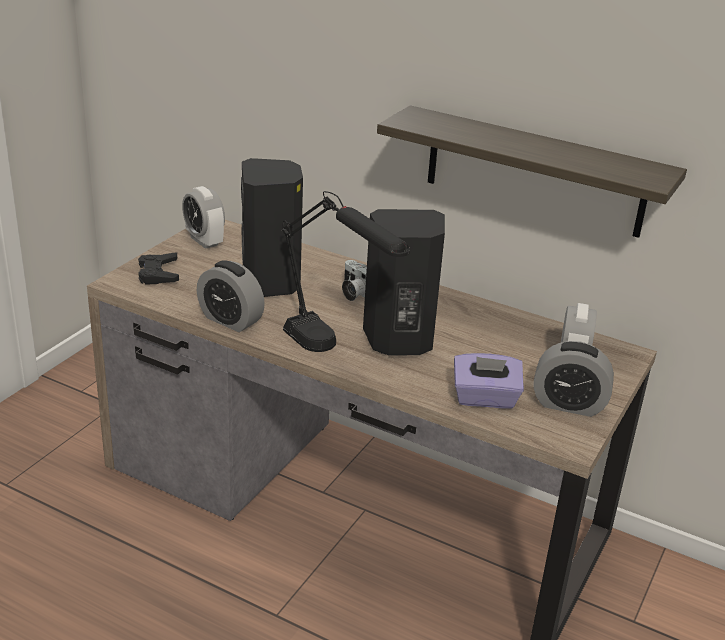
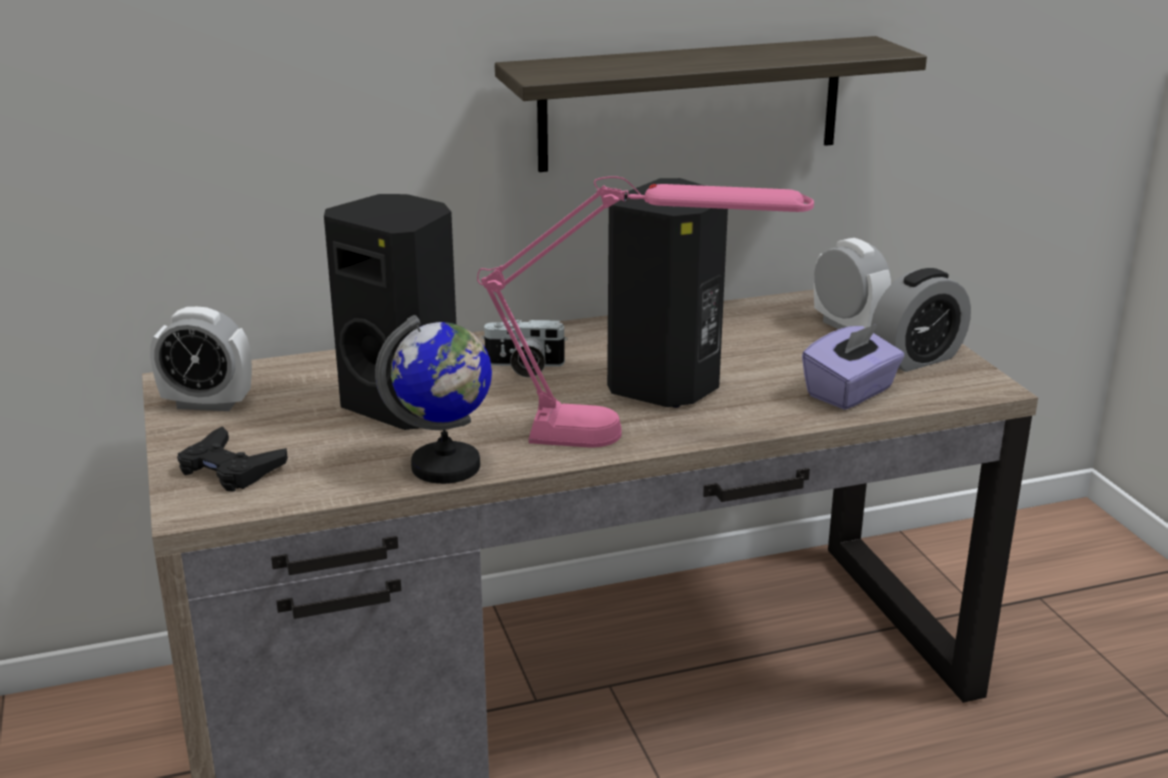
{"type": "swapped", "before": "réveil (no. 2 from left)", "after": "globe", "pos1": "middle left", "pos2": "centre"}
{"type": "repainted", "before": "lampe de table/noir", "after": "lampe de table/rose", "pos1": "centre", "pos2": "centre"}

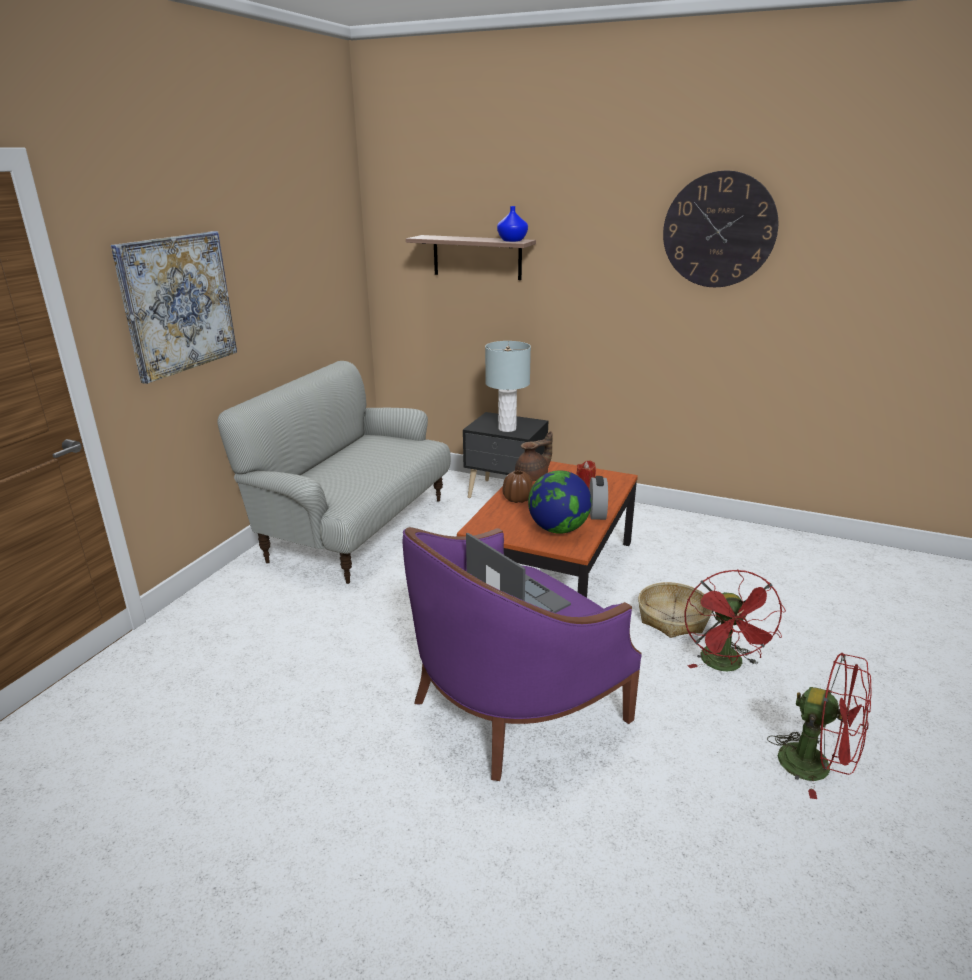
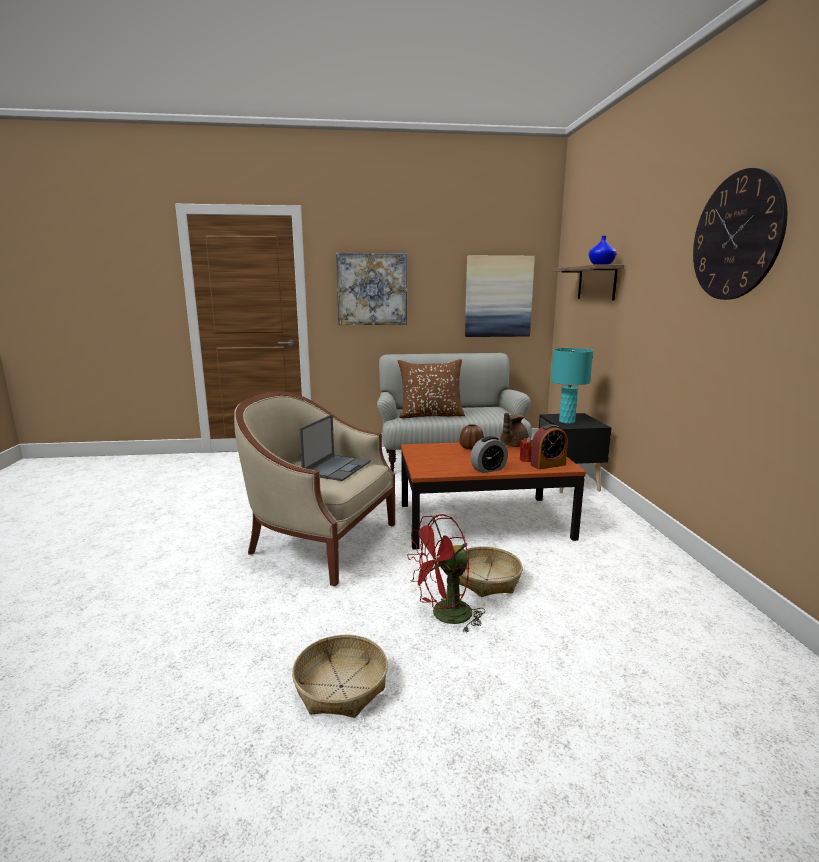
{"type": "repainted", "before": "fauteuil/violet", "after": "fauteuil/beige", "pos1": "bottom centre", "pos2": "centre"}
{"type": "swapped", "before": "ventilateur/rouge (no. 2 from left)", "after": "panier (no. 1 from left)", "pos1": "bottom right", "pos2": "bottom centre"}
{"type": "new", "after": "coussin/marron", "pos2": "centre"}
{"type": "new", "after": "tableau (no. 2 from left)", "pos2": "centre"}
{"type": "rotated", "before": "théière/marron", "pos1": "centre", "pos2": "centre", "turn": 105}
{"type": "new", "after": "réveil (no. 2 from left)", "pos2": "middle right"}
{"type": "repainted", "before": "lampe de table/gris", "after": "lampe de table/turquoise", "pos1": "centre", "pos2": "middle right"}
{"type": "gone", "before": "globe", "pos1": "centre"}

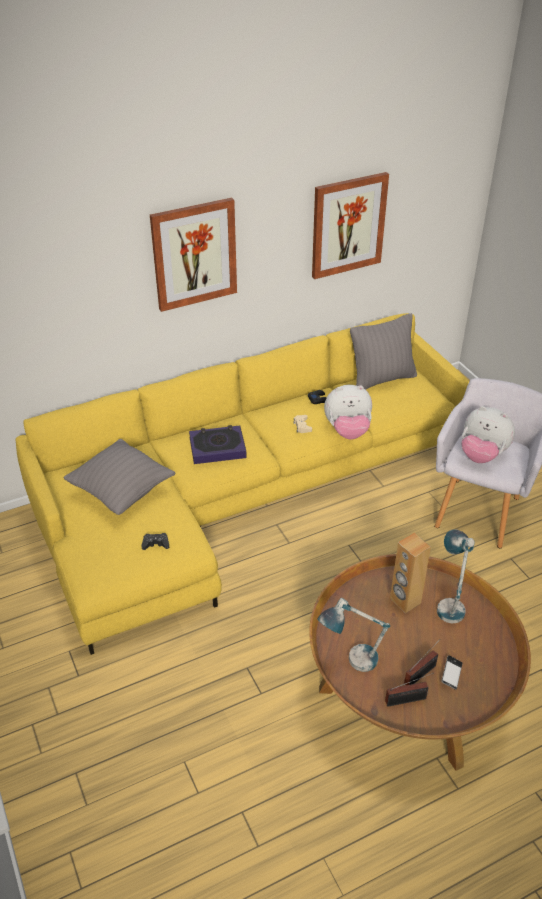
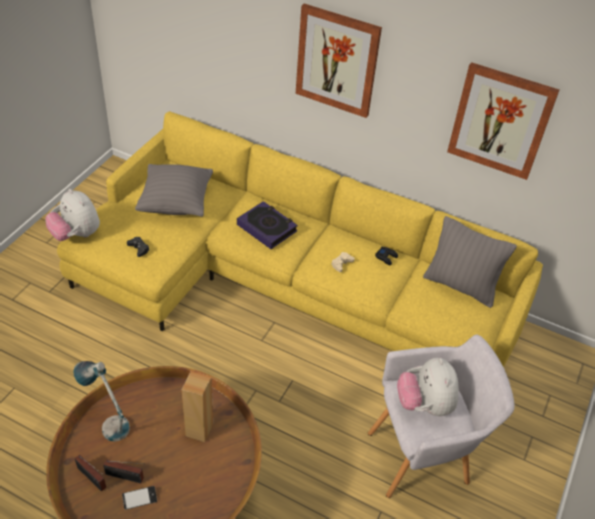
{"type": "shifted", "before": "peluche (no. 1 from left)", "pos1": "centre", "pos2": "middle left"}
{"type": "gone", "before": "lampe de table (no. 2 from left)", "pos1": "middle right"}

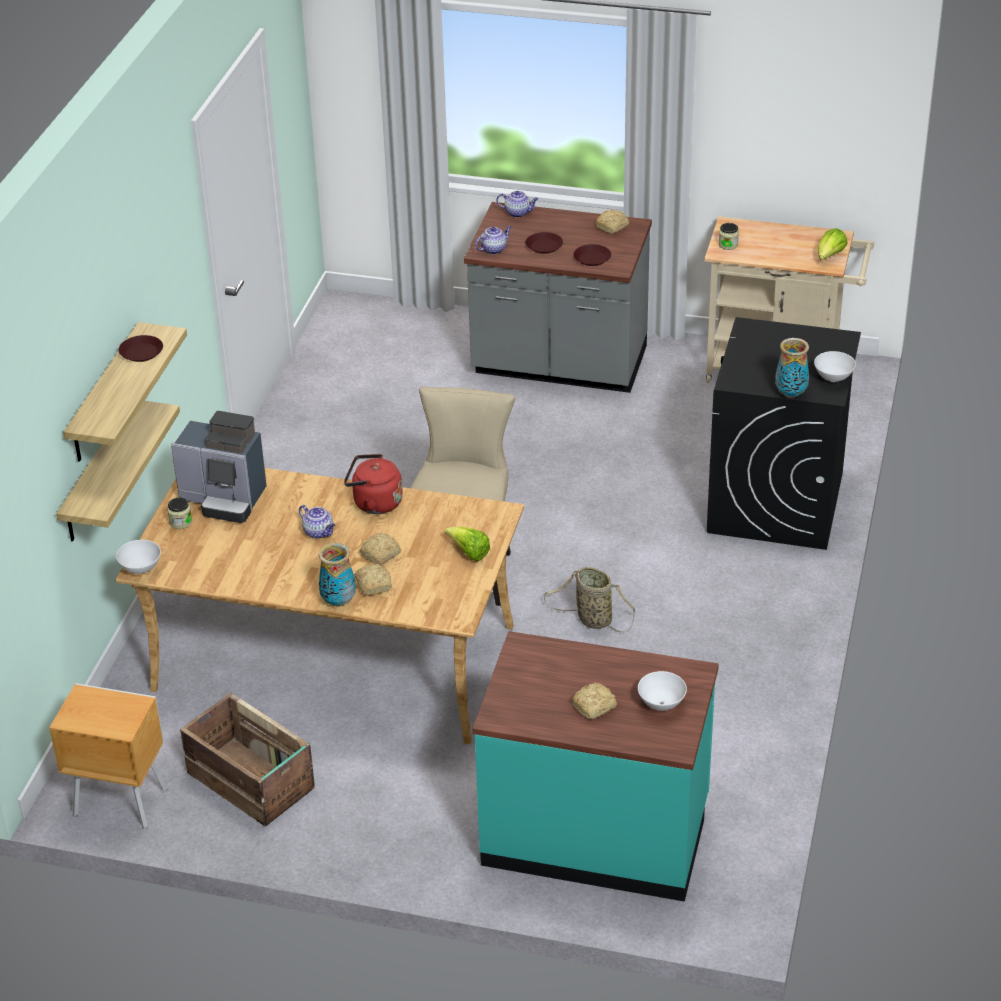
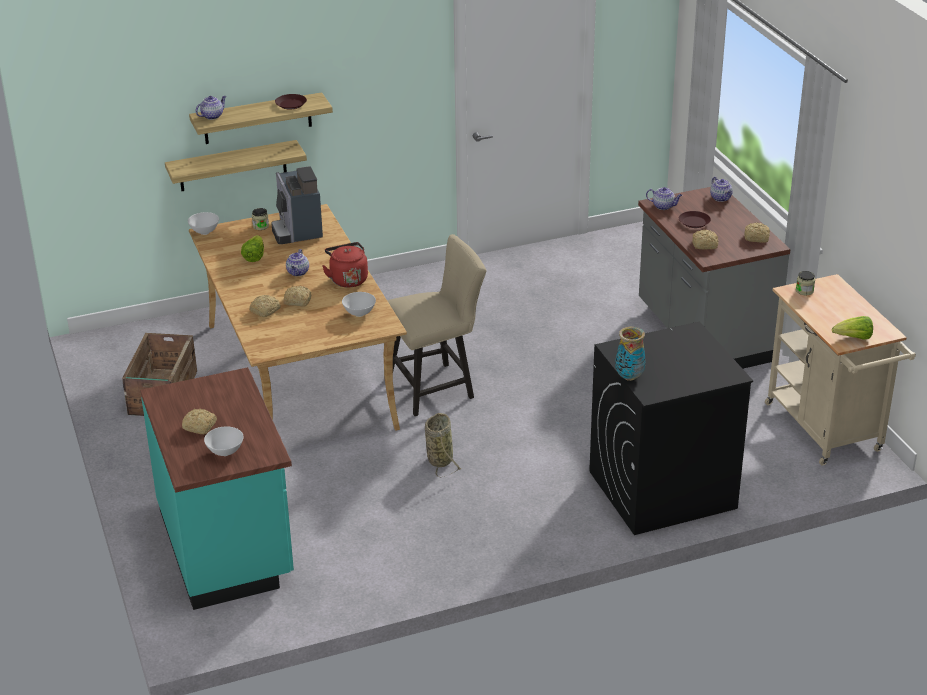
{"type": "new", "after": "théière (no. 1 from left)", "pos2": "top left"}
{"type": "shifted", "before": "laitue (no. 1 from left)", "pos1": "centre", "pos2": "middle left"}
{"type": "shifted", "before": "bol/blanc (no. 3 from left)", "pos1": "middle right", "pos2": "centre"}
{"type": "swapped", "before": "assiette/marron (no. 3 from left)", "after": "pain (no. 4 from left)", "pos1": "top centre", "pos2": "middle right"}
{"type": "gone", "before": "table de chevet/marron", "pos1": "bottom left"}
{"type": "gone", "before": "vase (no. 1 from left)", "pos1": "centre"}

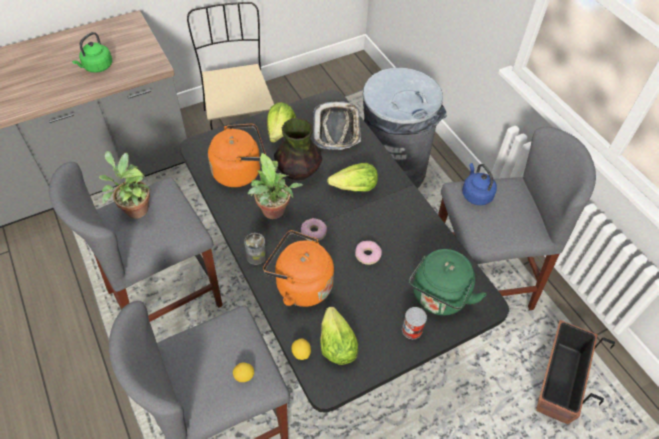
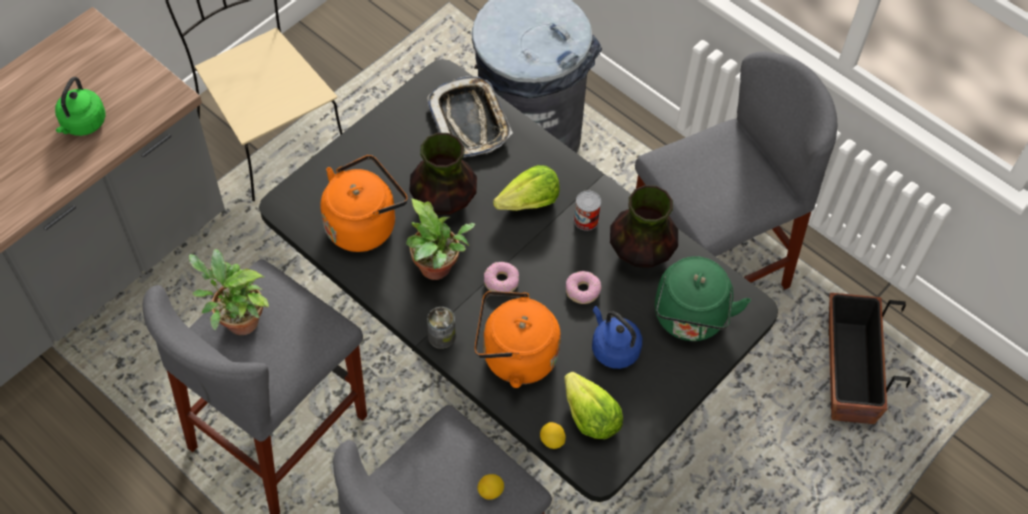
{"type": "shifted", "before": "boîte métallique (no. 2 from left)", "pos1": "bottom centre", "pos2": "centre"}
{"type": "shifted", "before": "bouilloire/bleu", "pos1": "middle right", "pos2": "centre"}
{"type": "new", "after": "vase (no. 2 from left)", "pos2": "centre"}
{"type": "gone", "before": "laitue (no. 1 from left)", "pos1": "top centre"}

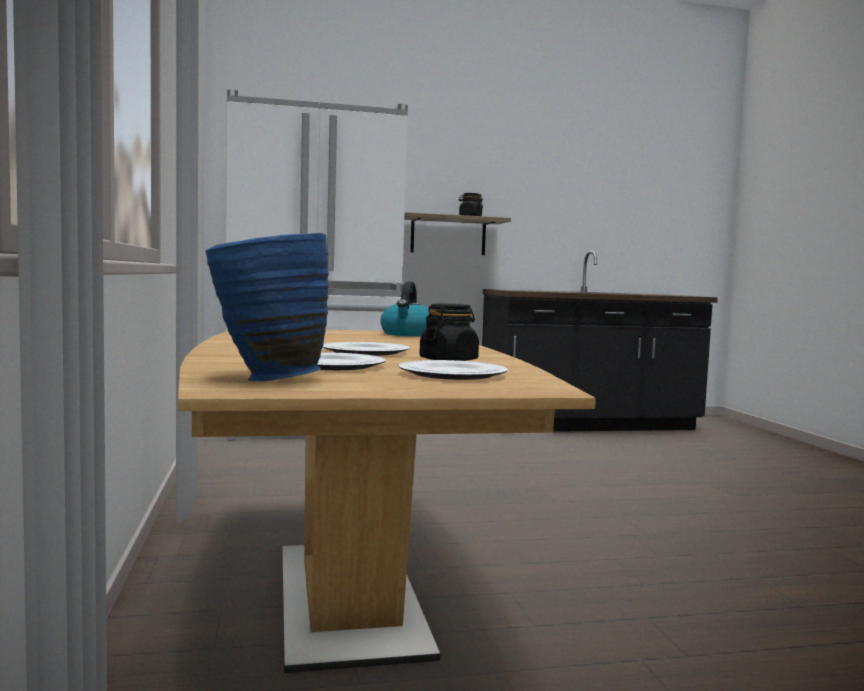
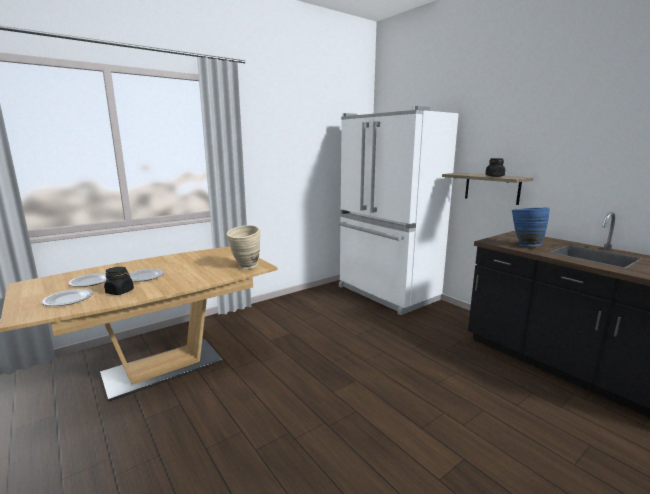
{"type": "swapped", "before": "bouilloire", "after": "vase/beige", "pos1": "centre", "pos2": "centre"}
{"type": "shifted", "before": "vase/bleu", "pos1": "middle left", "pos2": "middle right"}

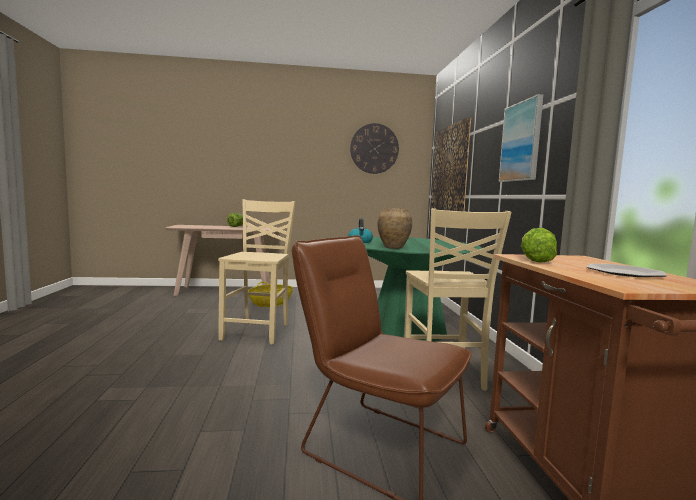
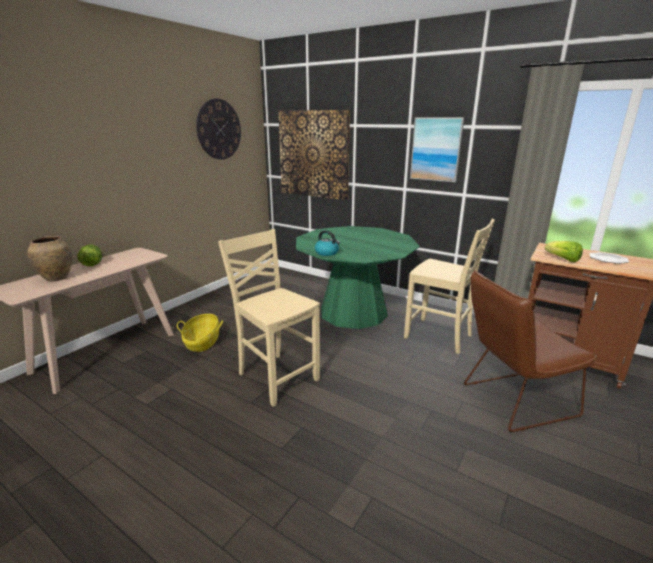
{"type": "shifted", "before": "vase/marron", "pos1": "centre", "pos2": "middle left"}

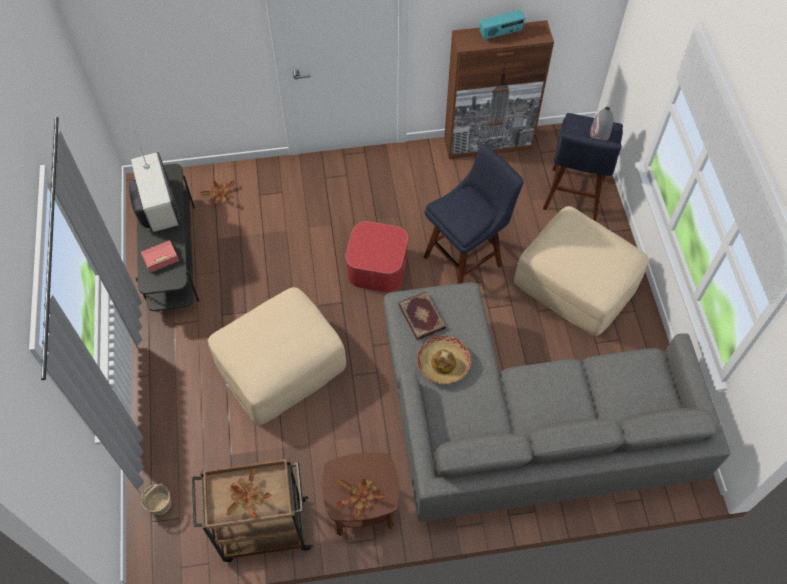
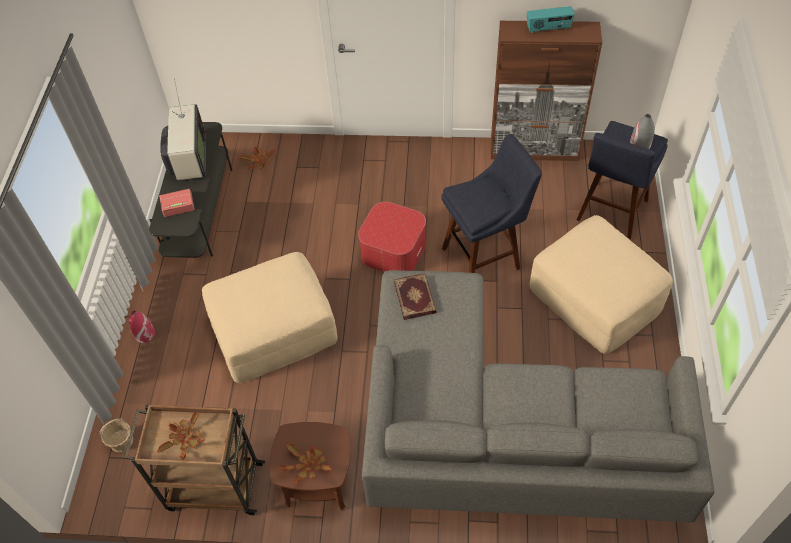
{"type": "new", "after": "vase/rouge", "pos2": "middle left"}
{"type": "gone", "before": "chapeau", "pos1": "centre"}

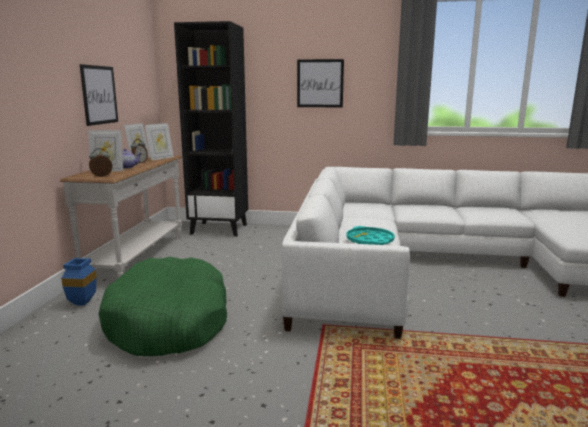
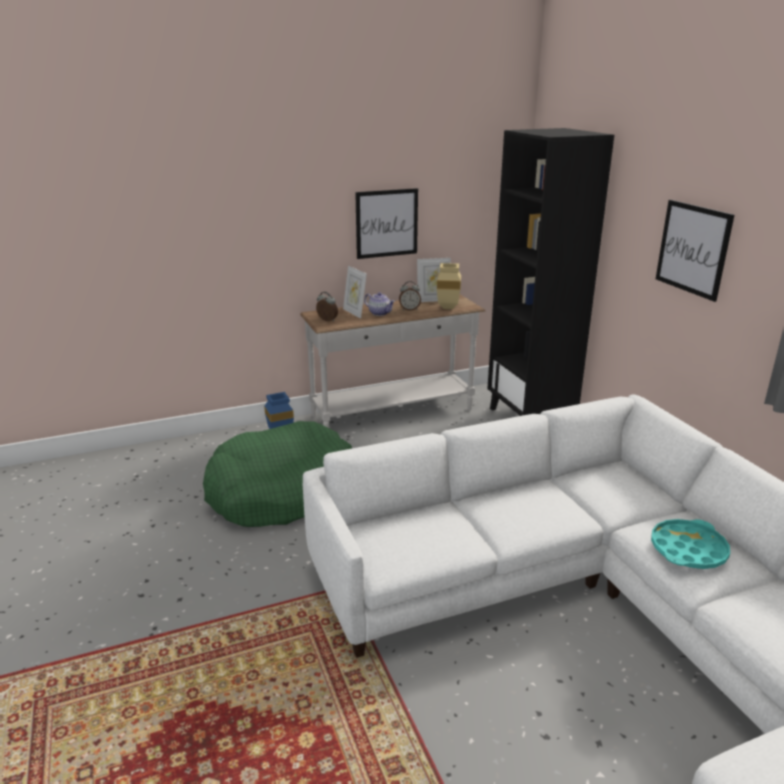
{"type": "swapped", "before": "cadre photo (no. 3 from left)", "after": "vase/beige", "pos1": "top left", "pos2": "centre"}
{"type": "shifted", "before": "plateau/turquoise", "pos1": "centre", "pos2": "bottom right"}

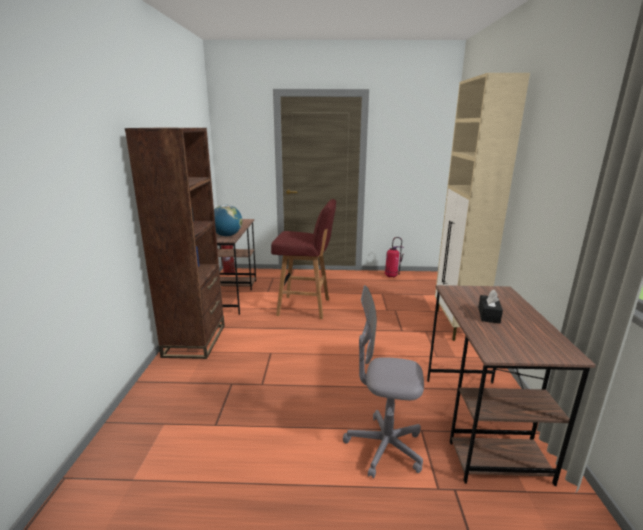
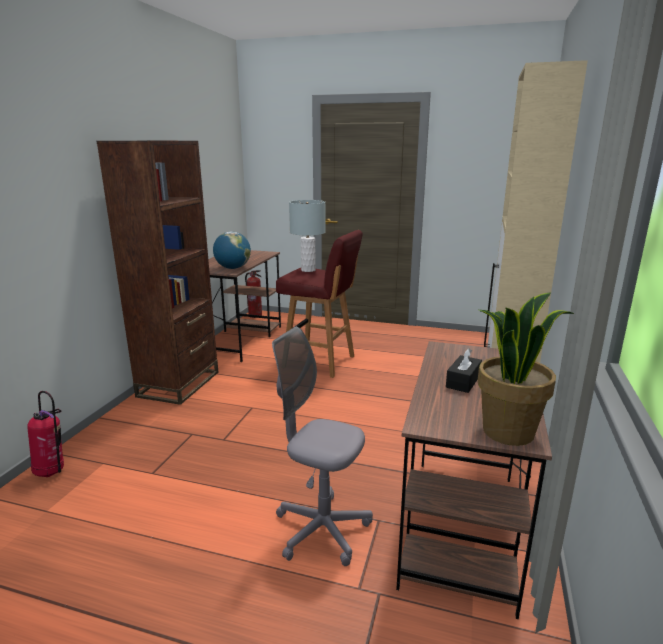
{"type": "shifted", "before": "extincteur (no. 2 from left in the first image)", "after": "extincteur (no. 1 from left)", "pos1": "centre", "pos2": "bottom left"}
{"type": "new", "after": "lampe de table/gris", "pos2": "centre"}
{"type": "new", "after": "plante en pot", "pos2": "middle right"}

